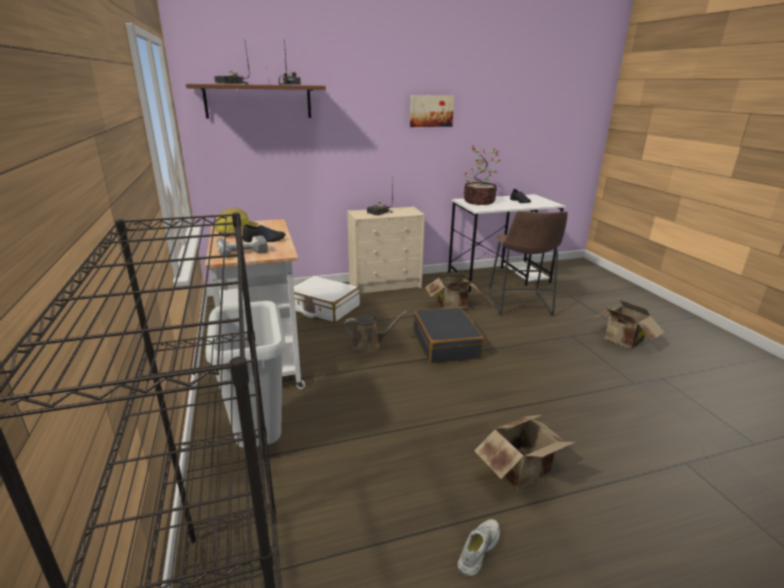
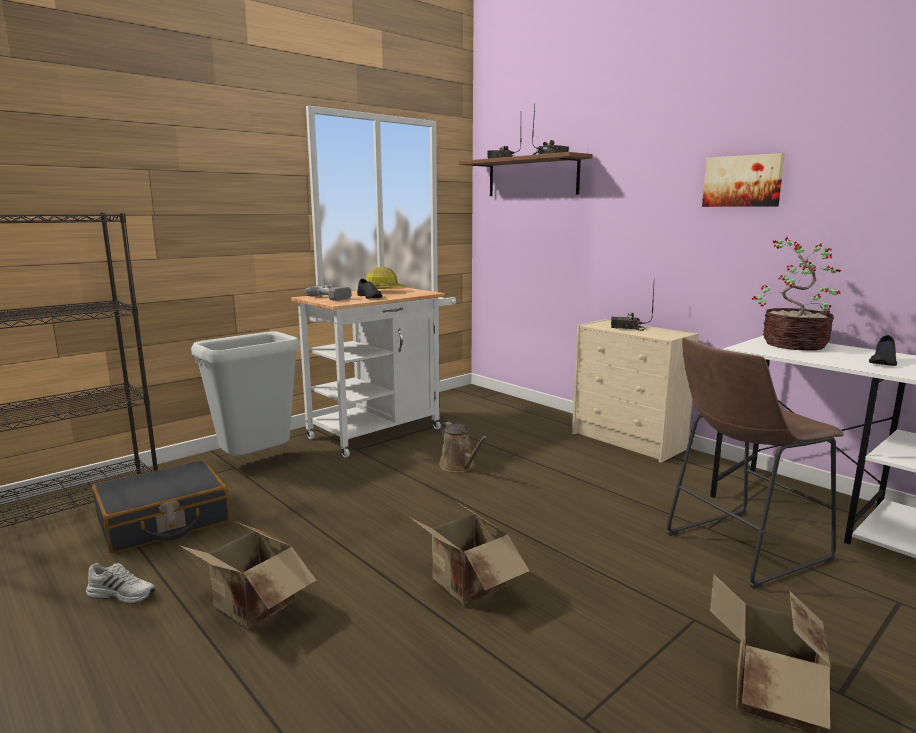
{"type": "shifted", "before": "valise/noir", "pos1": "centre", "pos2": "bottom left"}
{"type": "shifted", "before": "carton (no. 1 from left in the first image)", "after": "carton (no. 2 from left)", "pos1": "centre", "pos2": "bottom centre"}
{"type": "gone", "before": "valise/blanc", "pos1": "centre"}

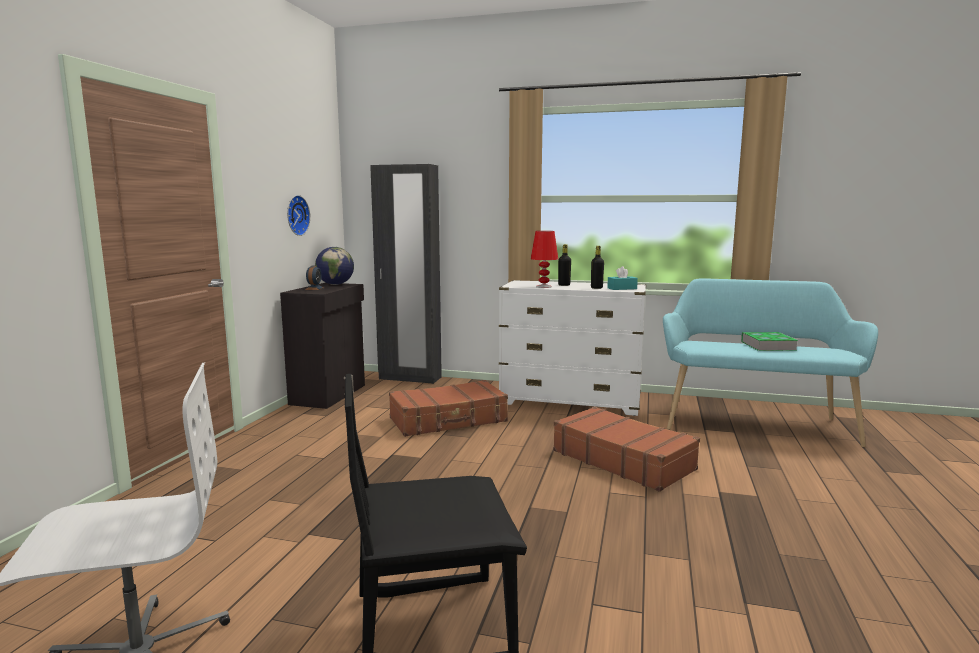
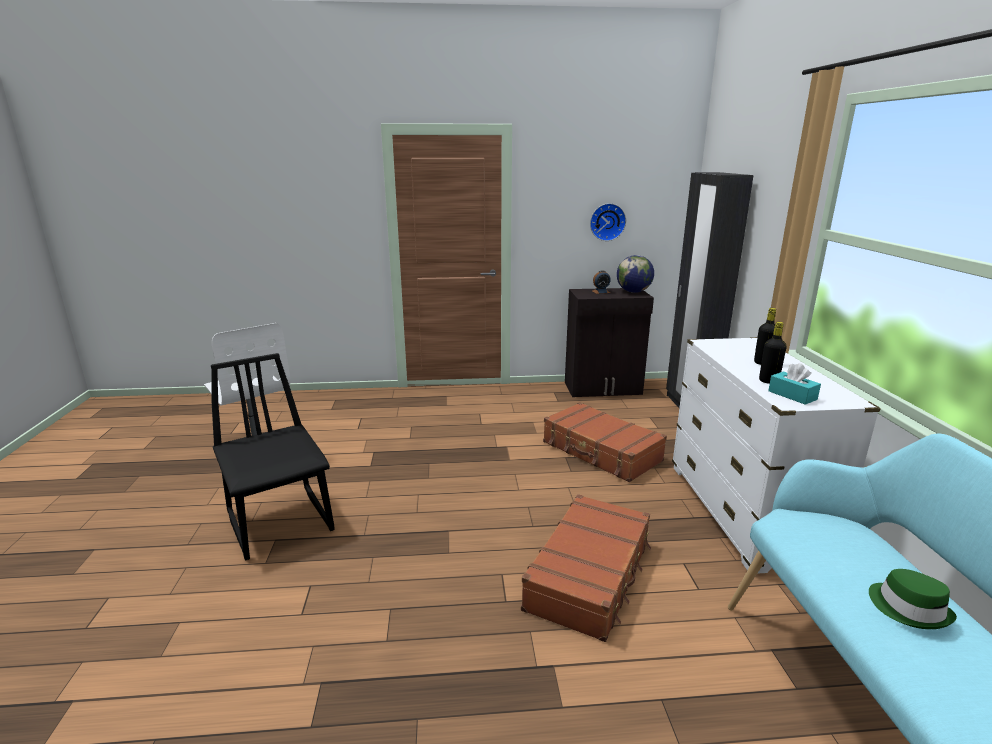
{"type": "swapped", "before": "livre", "after": "chapeau/vert", "pos1": "middle right", "pos2": "bottom right"}
{"type": "gone", "before": "lampe de table/rouge", "pos1": "centre"}

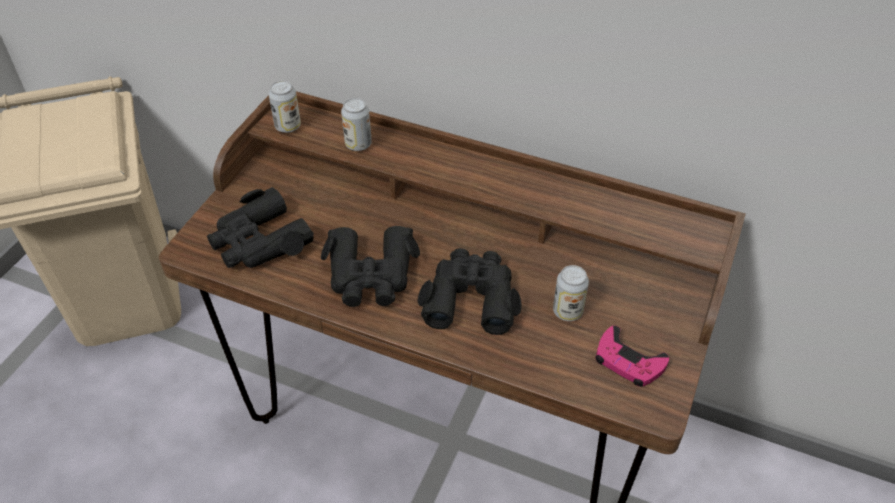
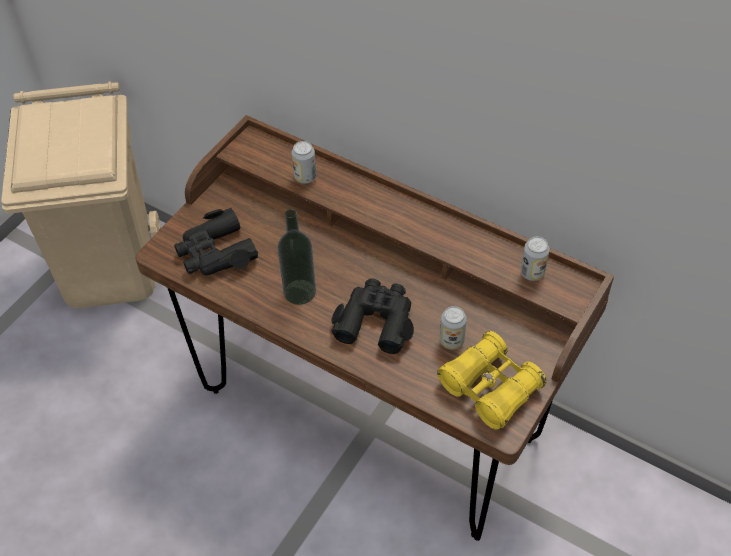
{"type": "swapped", "before": "jumelles/noir (no. 2 from left)", "after": "bouteille", "pos1": "centre", "pos2": "centre"}
{"type": "swapped", "before": "manette/rose", "after": "jumelles/jaune", "pos1": "bottom right", "pos2": "bottom right"}
{"type": "shifted", "before": "boîte métallique (no. 1 from left in the first image)", "after": "boîte métallique (no. 3 from left)", "pos1": "top left", "pos2": "middle right"}

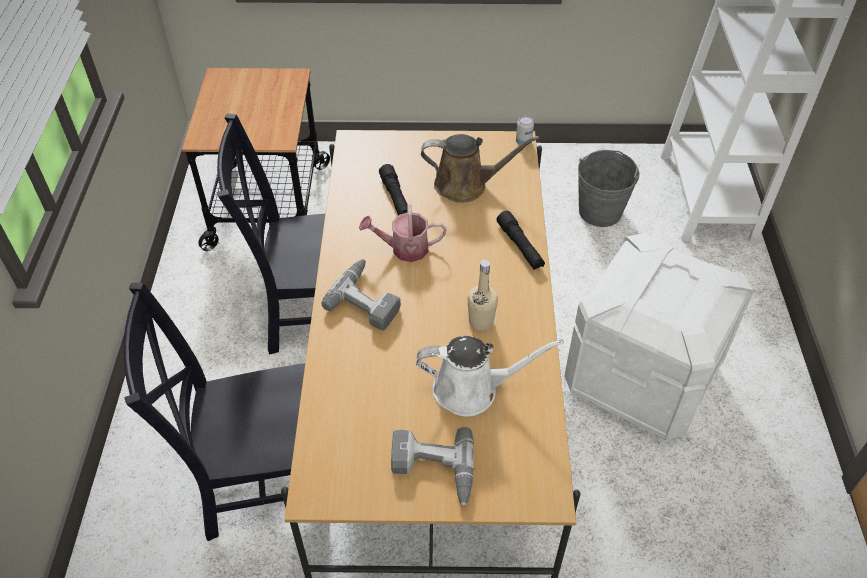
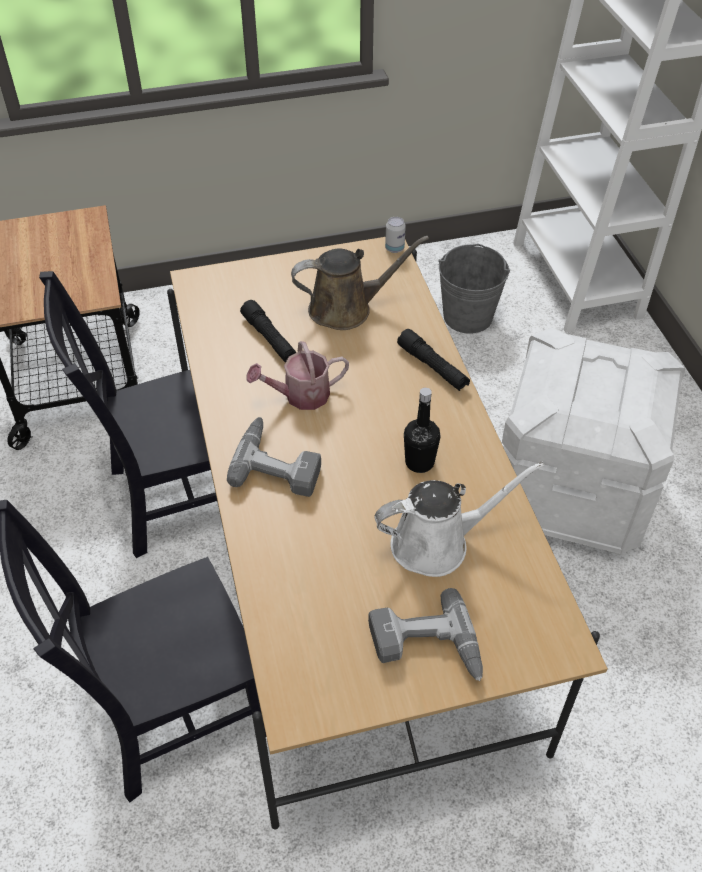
{"type": "repainted", "before": "bouteille/beige", "after": "bouteille/noir", "pos1": "centre", "pos2": "centre"}

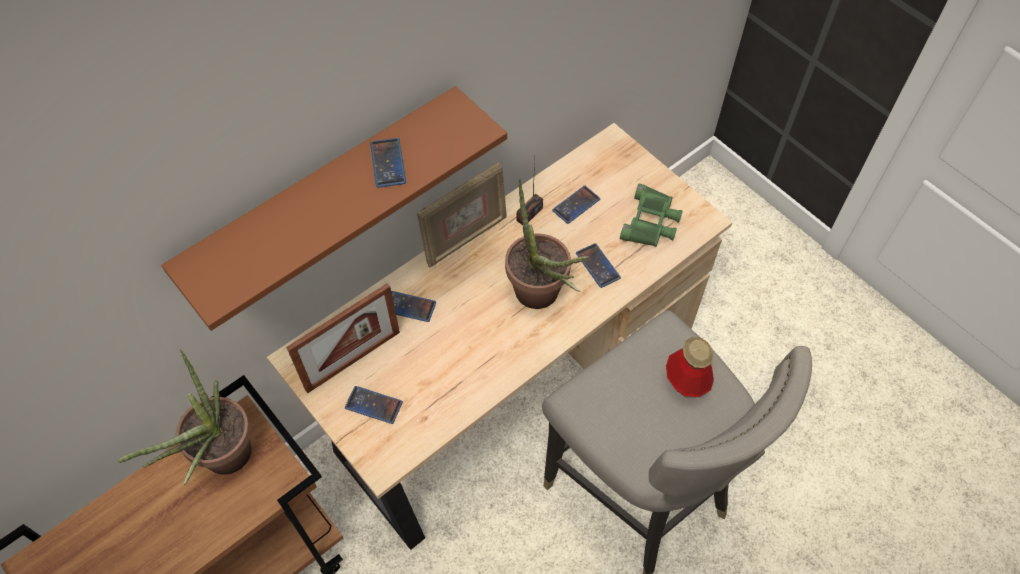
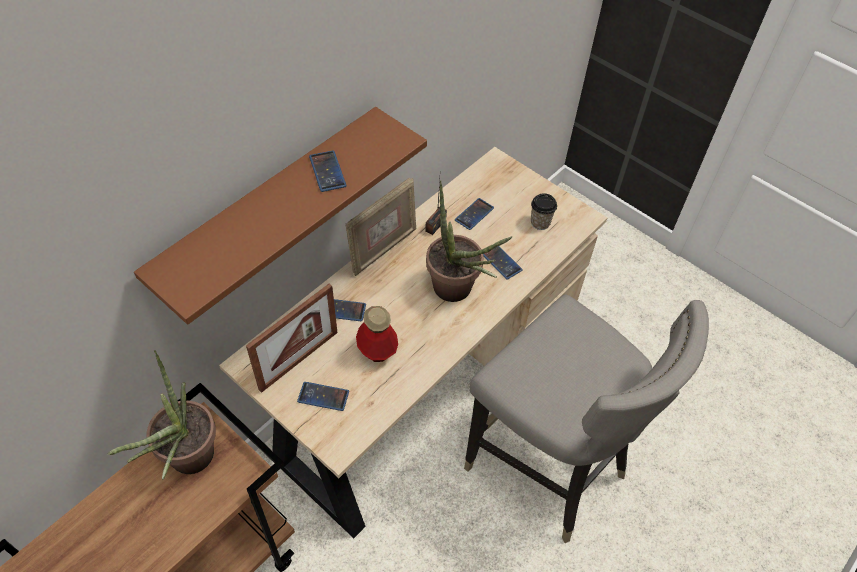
{"type": "shifted", "before": "bouteille", "pos1": "middle right", "pos2": "centre"}
{"type": "swapped", "before": "jumelles/vert", "after": "tasse", "pos1": "centre", "pos2": "centre"}

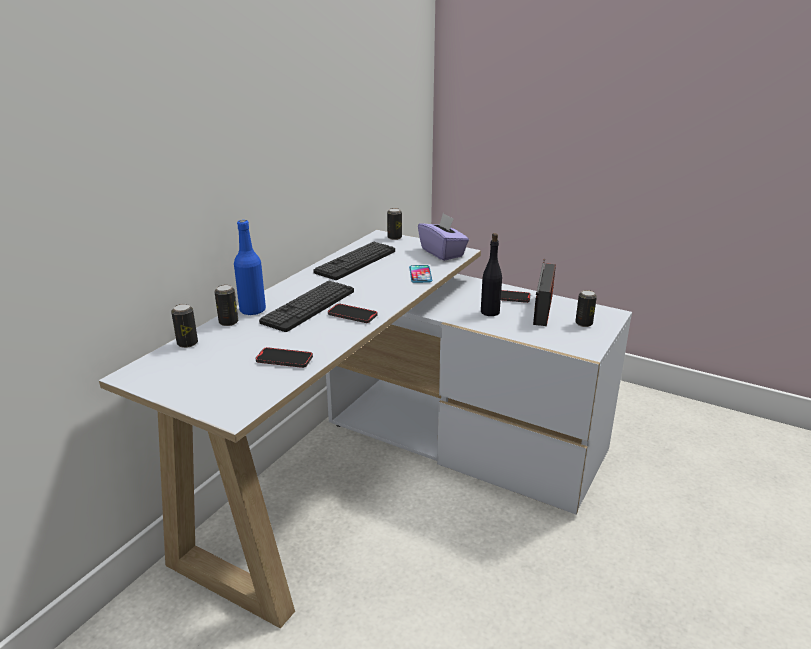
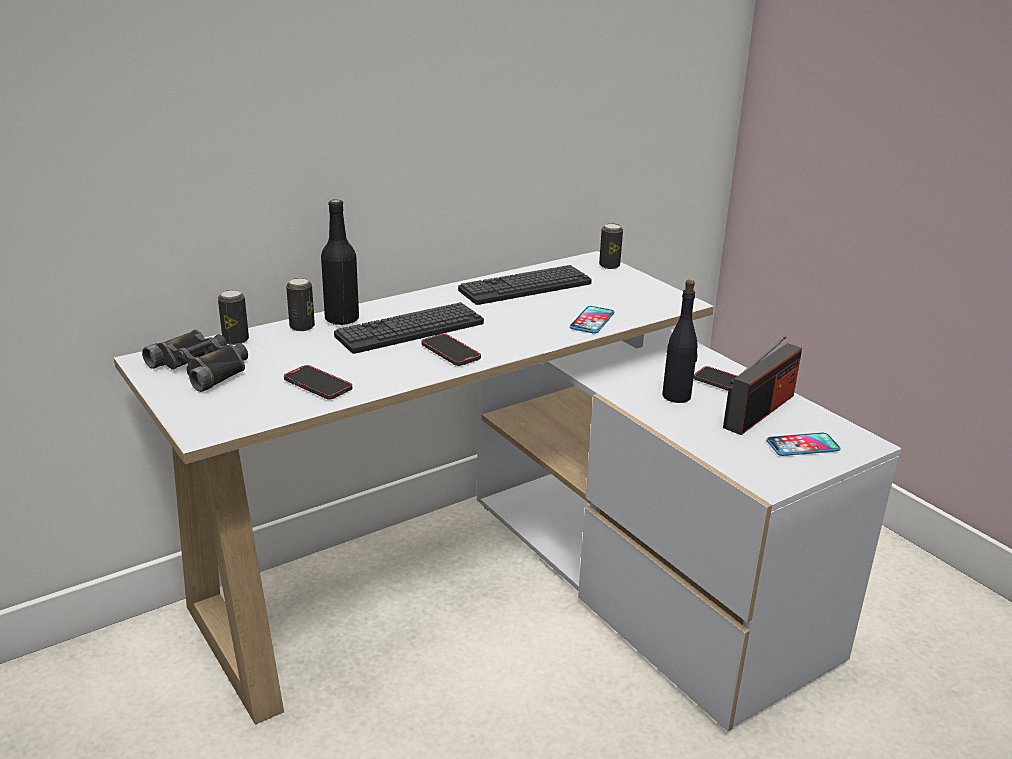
{"type": "new", "after": "jumelles/noir", "pos2": "middle left"}
{"type": "repainted", "before": "bouteille/bleu", "after": "bouteille/noir (no. 1 from left)", "pos1": "middle left", "pos2": "centre"}
{"type": "swapped", "before": "boîte métallique (no. 4 from left)", "after": "téléphone (no. 5 from left)", "pos1": "middle right", "pos2": "middle right"}
{"type": "gone", "before": "boîte à mouchoirs/violet", "pos1": "centre"}

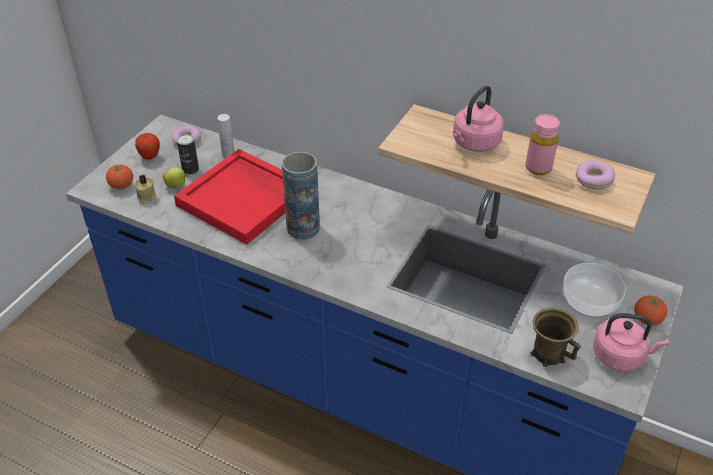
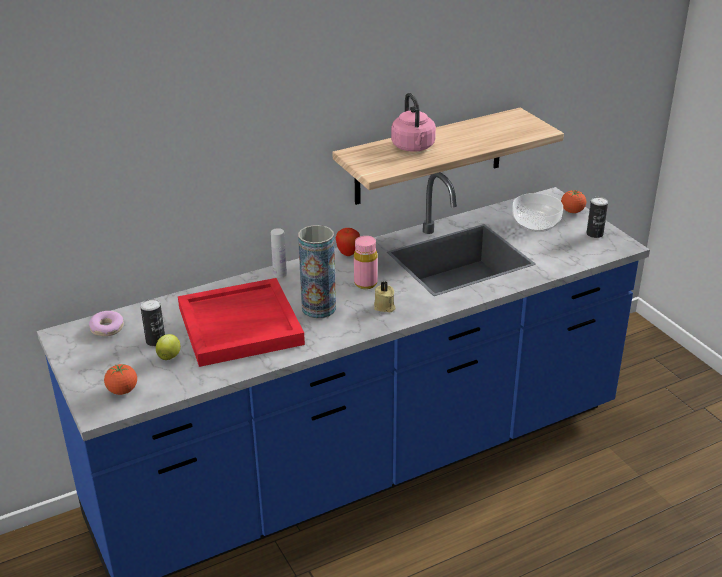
{"type": "shifted", "before": "bouteille/blanc", "pos1": "top left", "pos2": "centre"}
{"type": "shifted", "before": "pomme (no. 1 from left in the first image)", "after": "pomme (no. 2 from left)", "pos1": "top left", "pos2": "centre"}
{"type": "shifted", "before": "bouteille/rose", "pos1": "top right", "pos2": "centre"}
{"type": "shifted", "before": "bougie/beige", "pos1": "middle left", "pos2": "centre"}
{"type": "swapped", "before": "bouilloire/rose (no. 2 from left)", "after": "boîte métallique (no. 2 from left)", "pos1": "bottom right", "pos2": "middle right"}
{"type": "gone", "before": "mug/marron", "pos1": "bottom right"}
{"type": "gone", "before": "beignet (no. 2 from left)", "pos1": "middle right"}

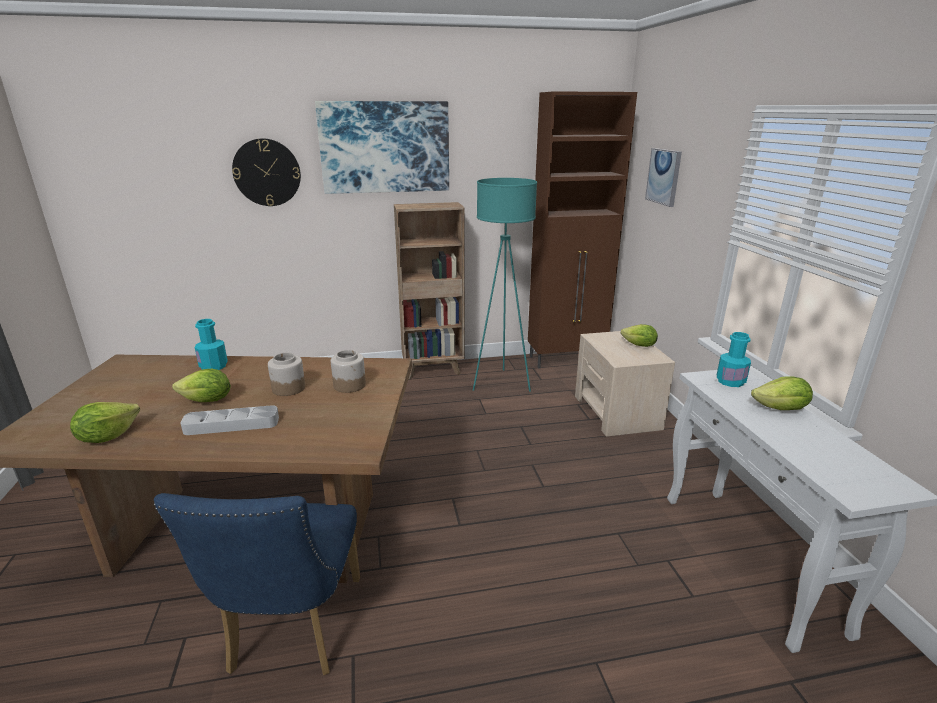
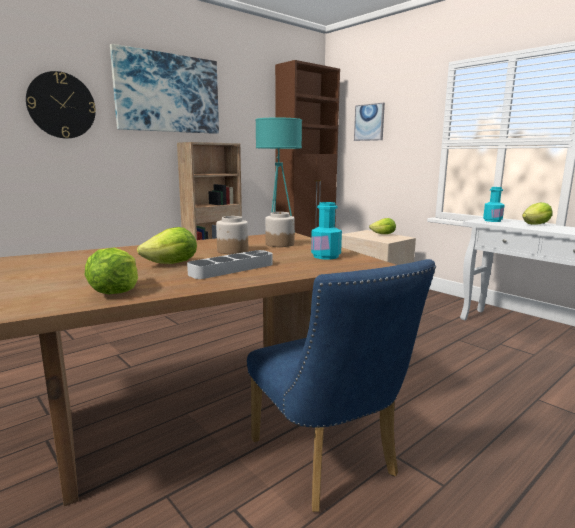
{"type": "shifted", "before": "bouteille/turquoise (no. 1 from left)", "pos1": "middle left", "pos2": "centre"}

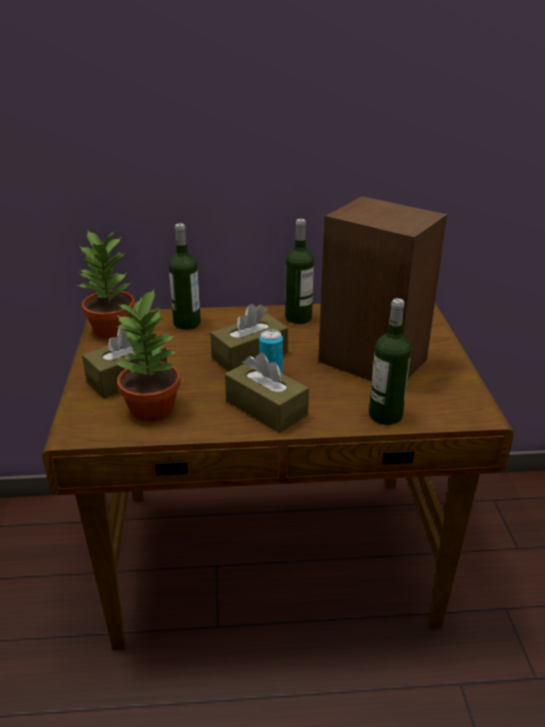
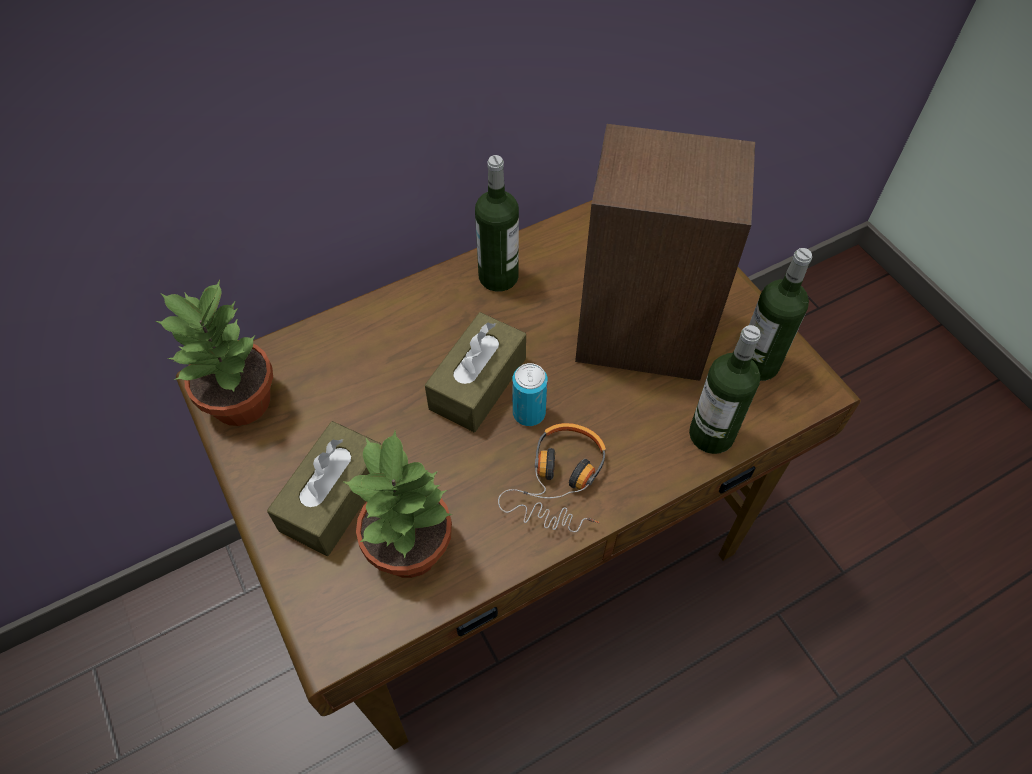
{"type": "swapped", "before": "boîte à mouchoirs/marron (no. 3 from left)", "after": "casque audio", "pos1": "centre", "pos2": "centre"}
{"type": "shifted", "before": "bouteille (no. 1 from left in the first image)", "after": "bouteille (no. 3 from left)", "pos1": "centre", "pos2": "middle right"}

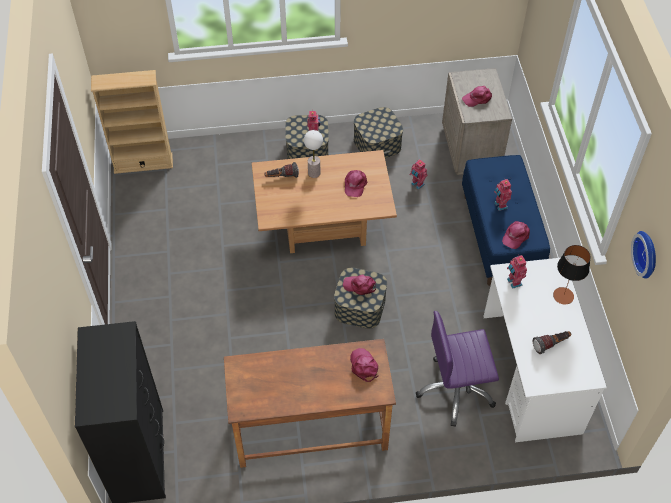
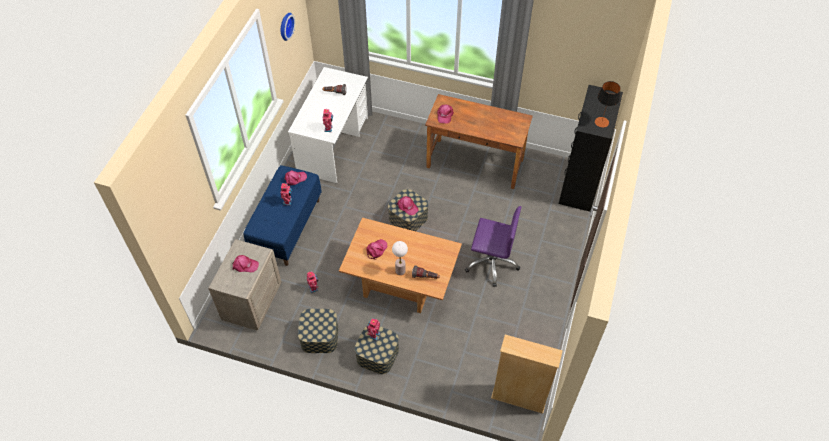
{"type": "shifted", "before": "chaise de bureau/violet", "pos1": "bottom right", "pos2": "centre"}
{"type": "shifted", "before": "lampe de table (no. 2 from left)", "pos1": "middle right", "pos2": "top right"}

